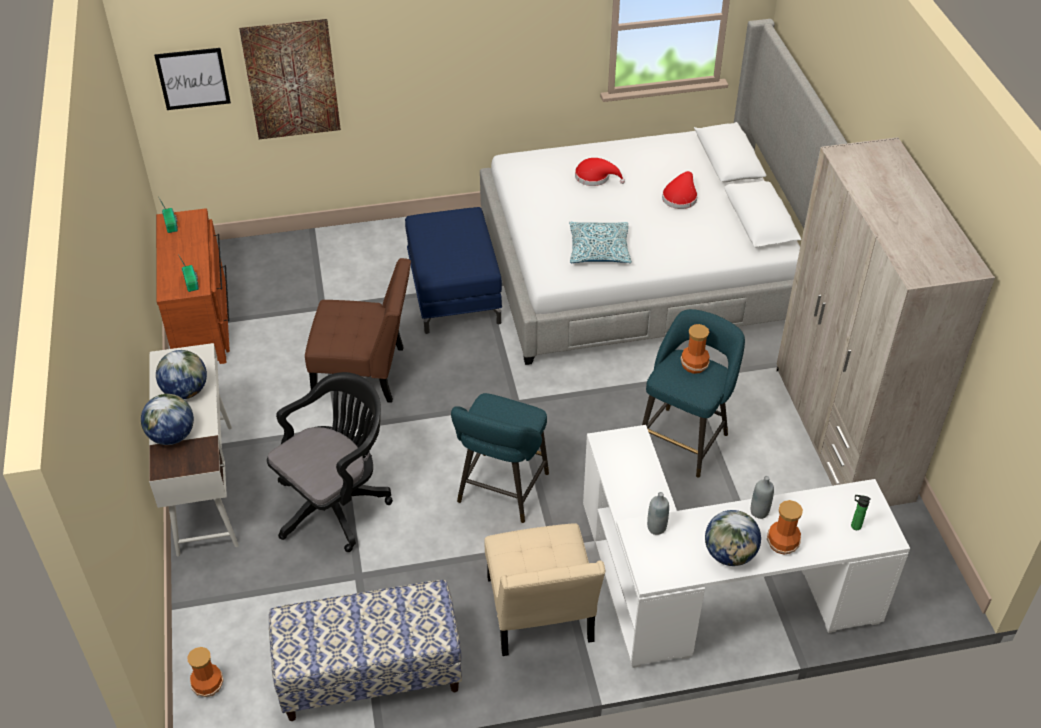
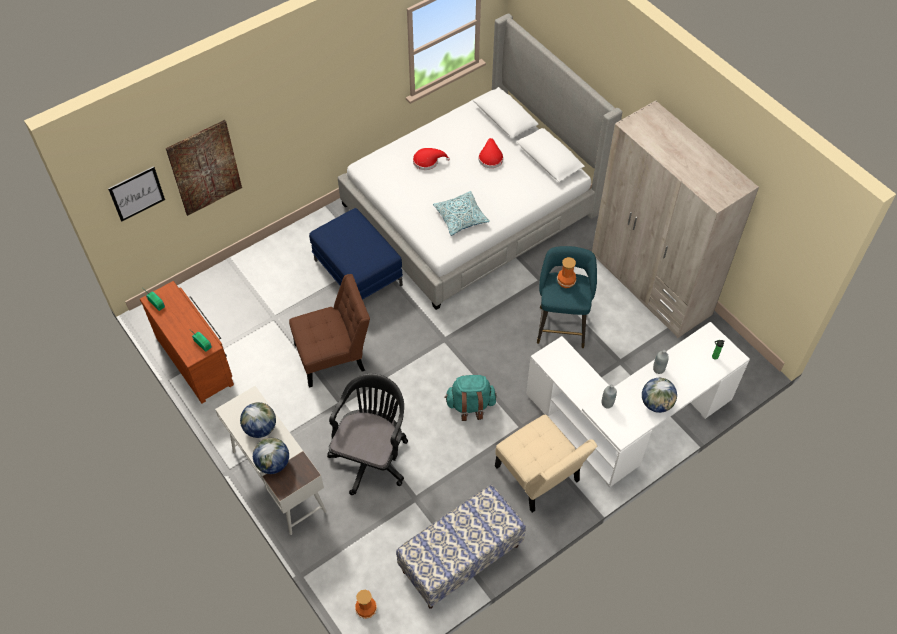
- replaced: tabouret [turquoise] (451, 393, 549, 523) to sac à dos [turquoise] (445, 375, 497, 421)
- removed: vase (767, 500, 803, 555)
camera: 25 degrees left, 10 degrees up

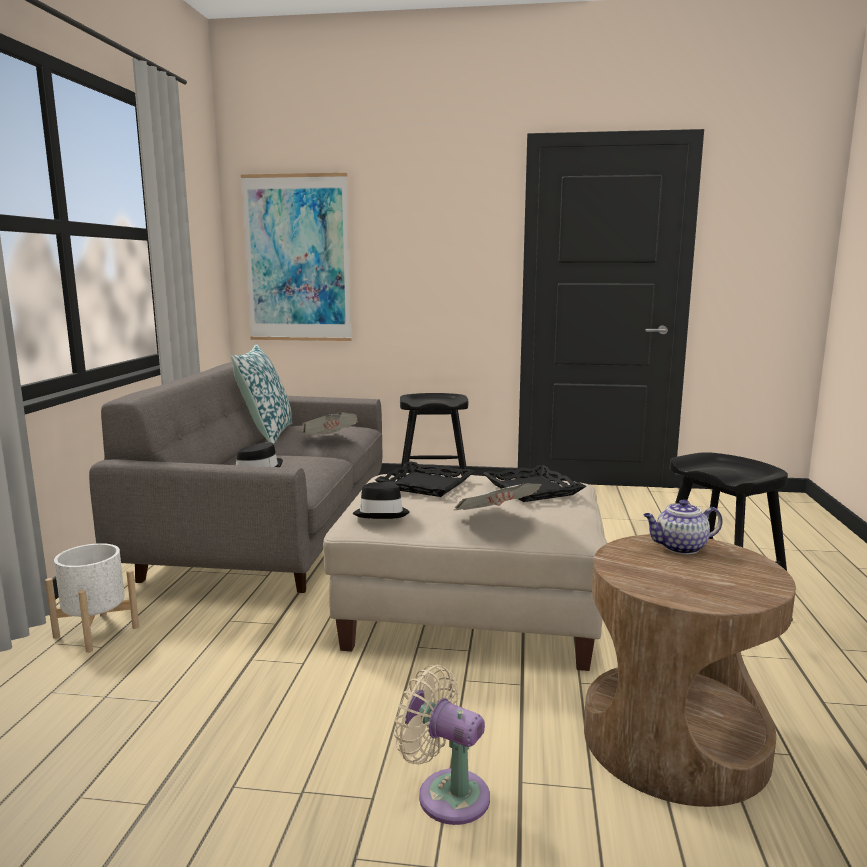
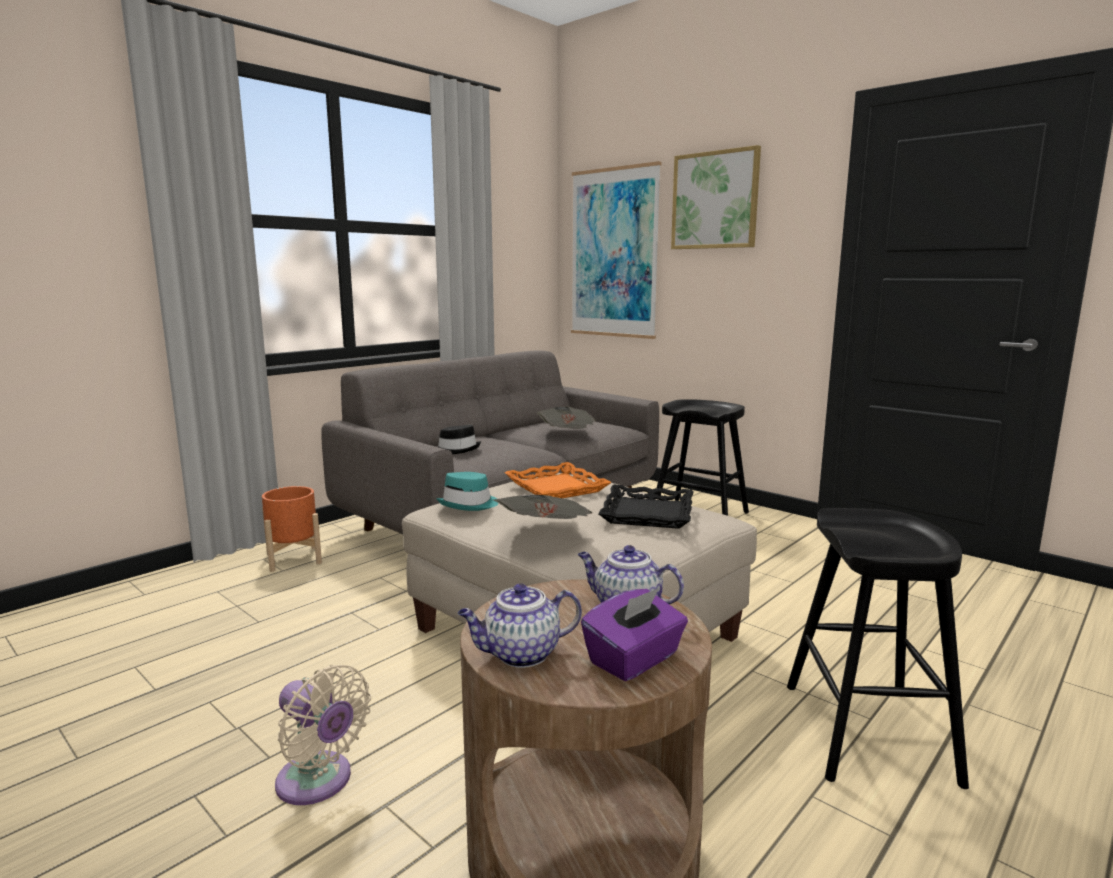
- recoloured: cache-pot [blanc] (45, 543, 139, 653) to cache-pot [orange] (262, 486, 322, 572)
- turned: ventilateur [beige] (394, 665, 490, 825) = (275, 665, 371, 805) 150 degrees clockwise
- recoloured: chapeau [noir] (352, 482, 410, 519) to chapeau [turquoise] (436, 472, 499, 511)
- added: théière (458, 584, 582, 668)
- recoloured: plateau [noir] (375, 461, 475, 497) to plateau [orange] (504, 462, 612, 498)
- added: boîte à mouchoirs [violet] (581, 587, 688, 681)
- added: tableau (671, 145, 761, 249)
- removed: coussin (231, 344, 292, 445)
camera: 35 degrees right, 0 degrees up

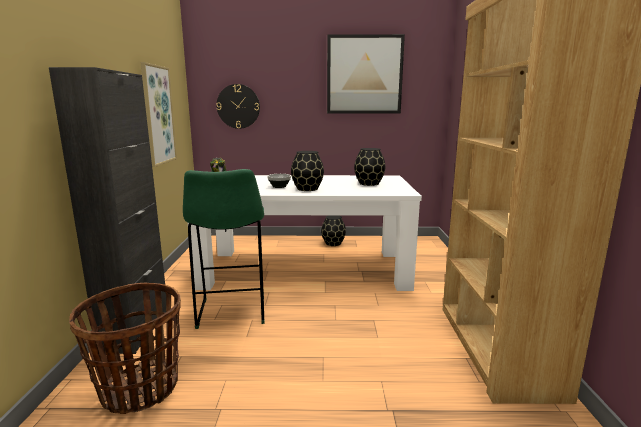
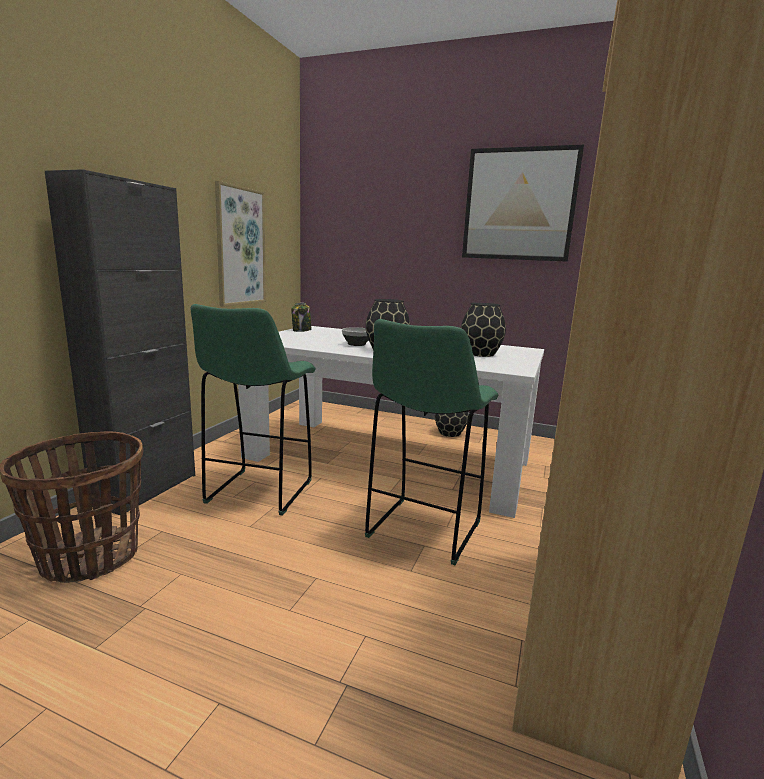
- added: tabouret [vert] (365, 319, 499, 565)
- removed: horloge murale (216, 84, 260, 129)
camera: 20 degrees right, 0 degrees up

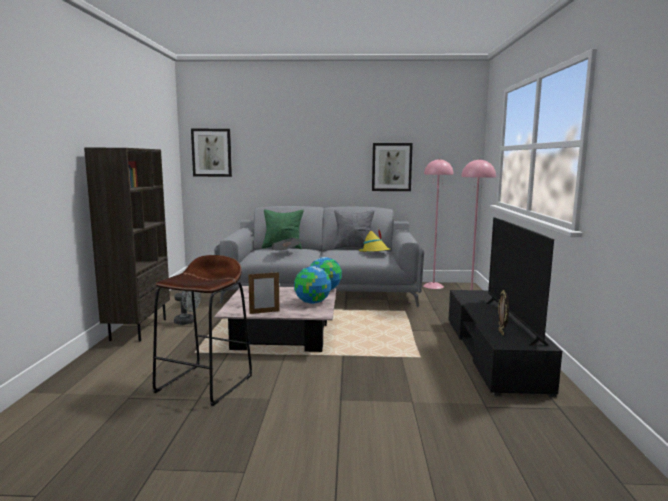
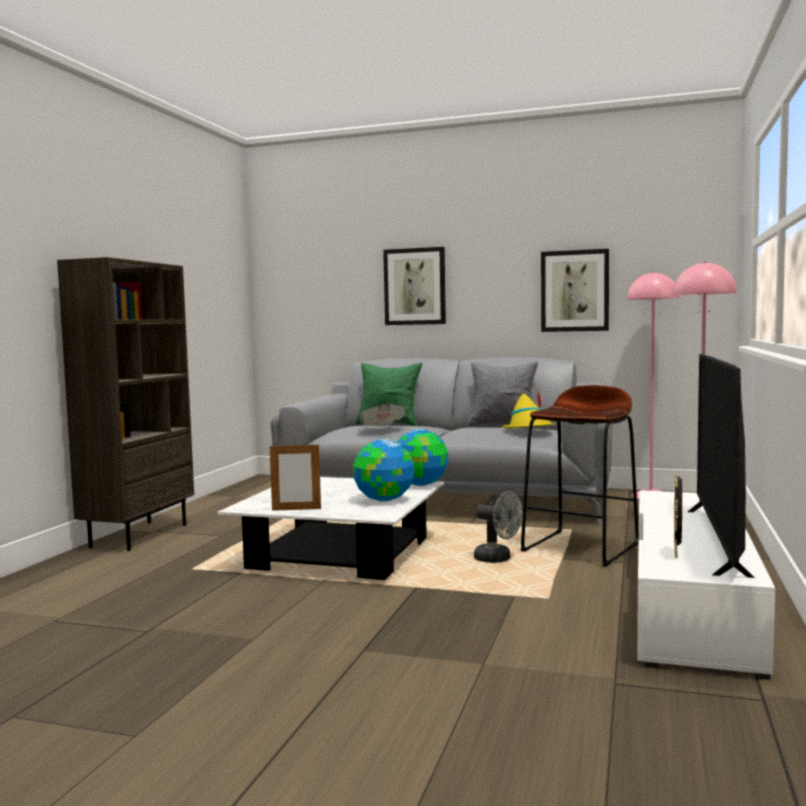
- recoloured: table basse [rose] (214, 286, 337, 352) to table basse [blanc] (217, 477, 444, 580)
- moved: tableau (191, 129, 232, 177) to (383, 247, 446, 325)
- moved: ventilateur [gris] (174, 291, 201, 325) to (474, 491, 522, 563)
- moved: tabouret [marron] (153, 255, 252, 406) to (521, 385, 639, 567)
- recoloured: meuble télé [noir] (448, 290, 562, 397) to meuble télé [blanc] (637, 491, 775, 680)
camera: 15 degrees right, 5 degrees down

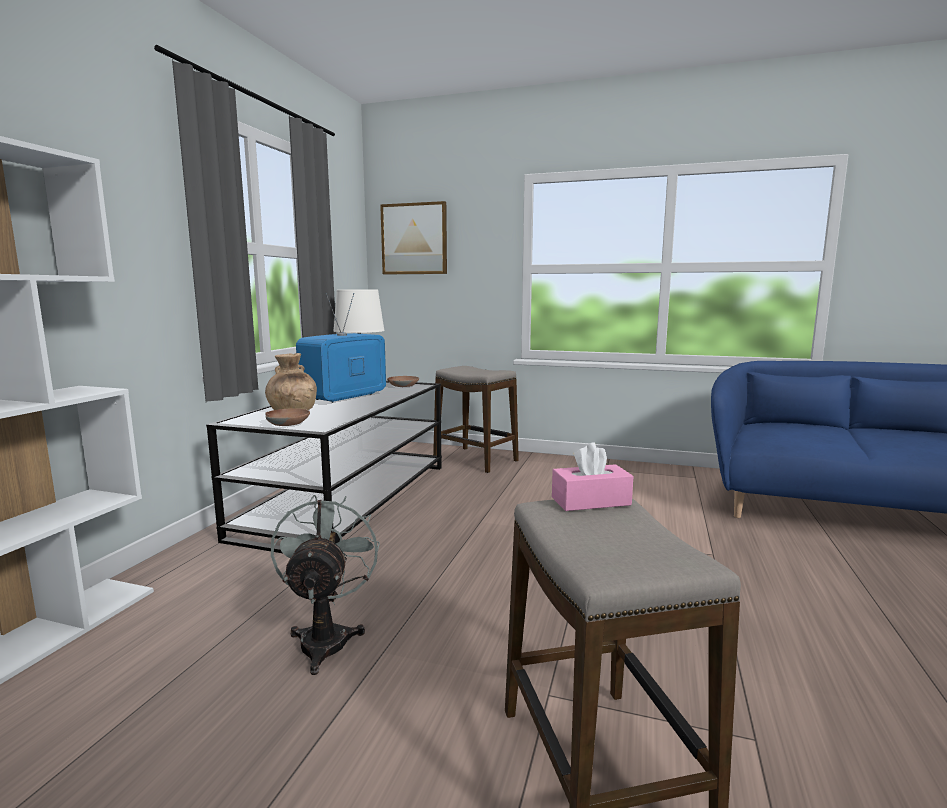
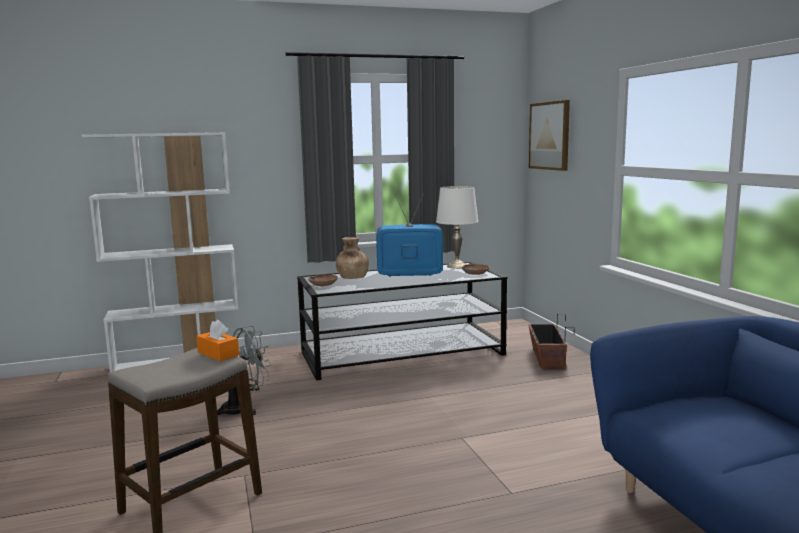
- recoloured: boîte à mouchoirs [rose] (552, 442, 633, 511) to boîte à mouchoirs [orange] (196, 320, 239, 361)
- replaced: tabouret (433, 366, 519, 473) to cache-pot (528, 314, 575, 369)
camera: 55 degrees right, 0 degrees up

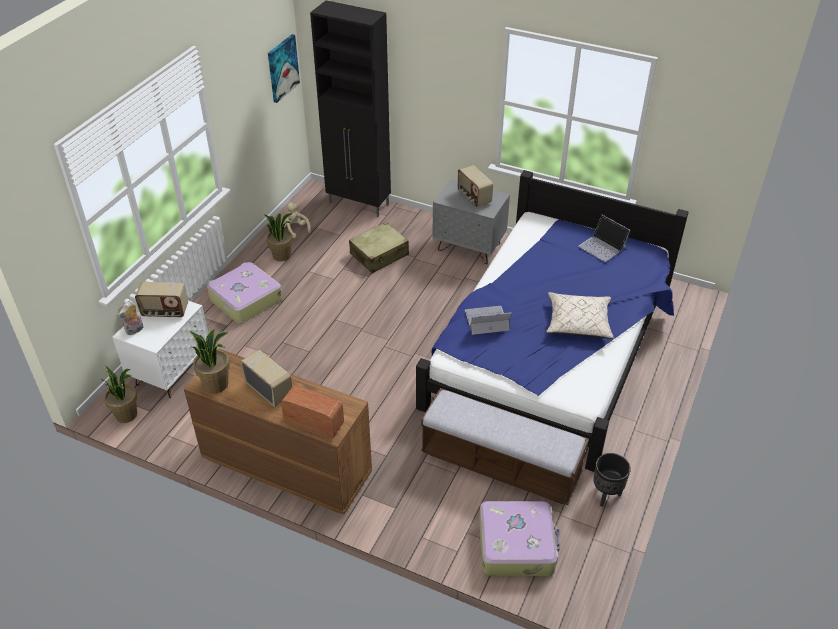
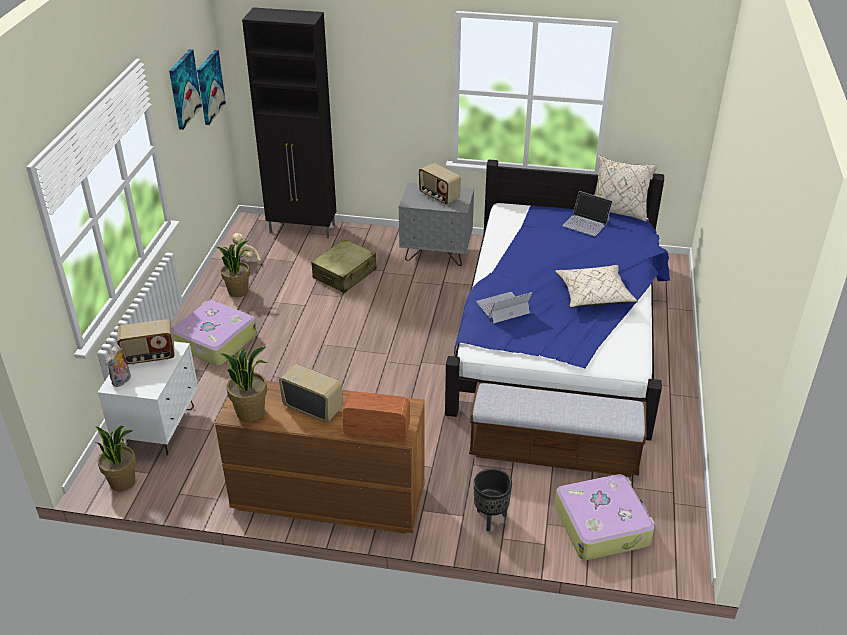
- added: tableau (169, 49, 202, 130)
- moved: cache-pot [noir] (593, 453, 631, 507) to (474, 469, 512, 531)
- added: coussin [beige] (594, 155, 658, 222)
camera: 15 degrees left, 5 degrees down

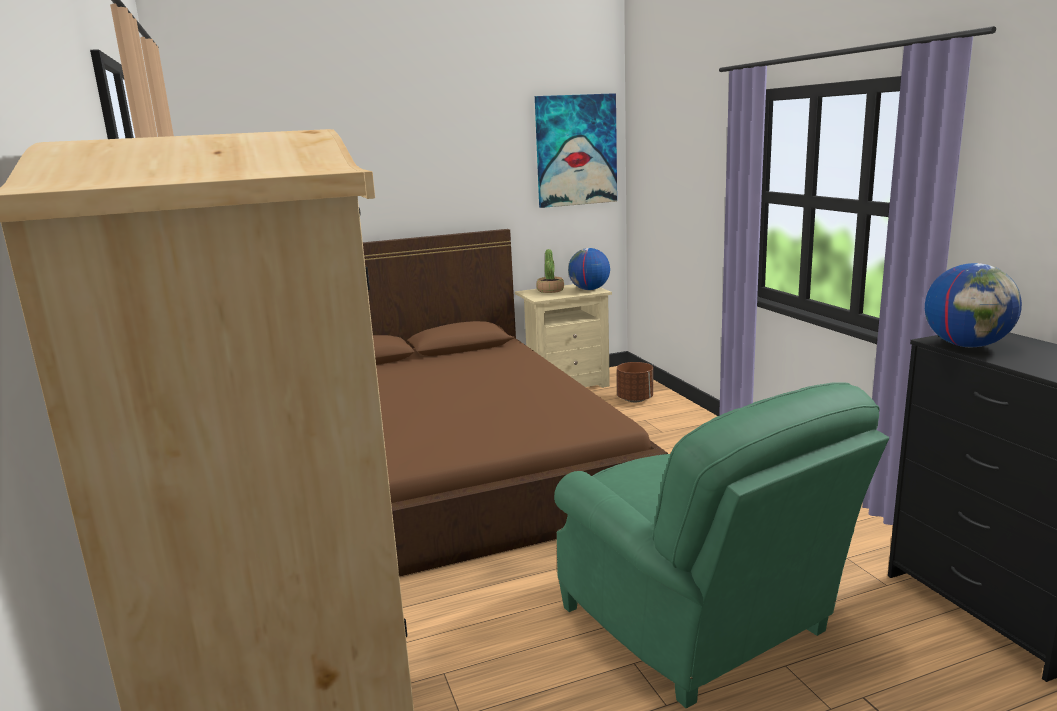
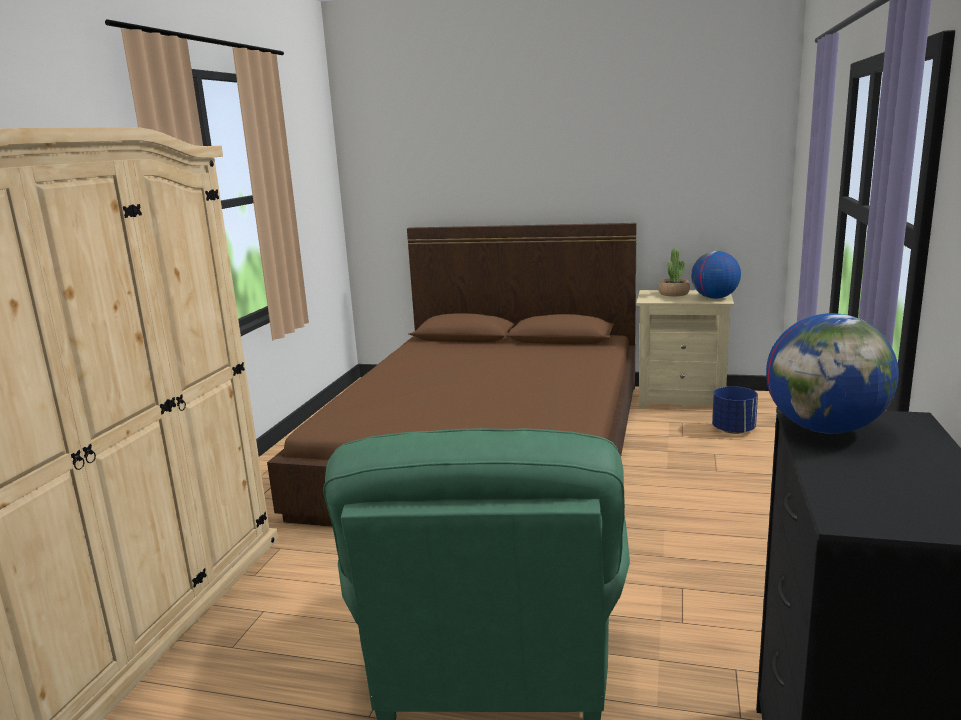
- recoloured: cache-pot [marron] (617, 362, 653, 402) to cache-pot [bleu] (712, 386, 758, 434)
- removed: tableau (535, 93, 617, 208)
camera: 35 degrees right, 0 degrees up

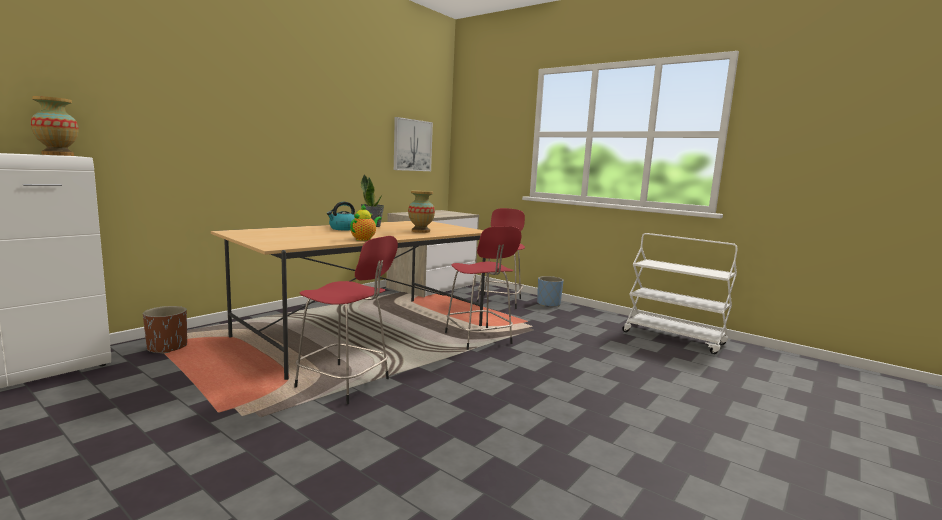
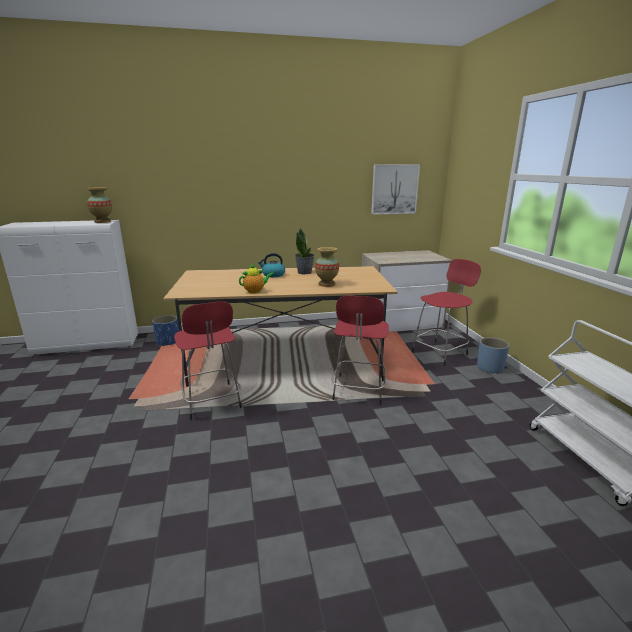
- recoloured: cache-pot [marron] (143, 306, 187, 354) to cache-pot [bleu] (152, 315, 179, 346)
camera: 40 degrees right, 10 degrees up

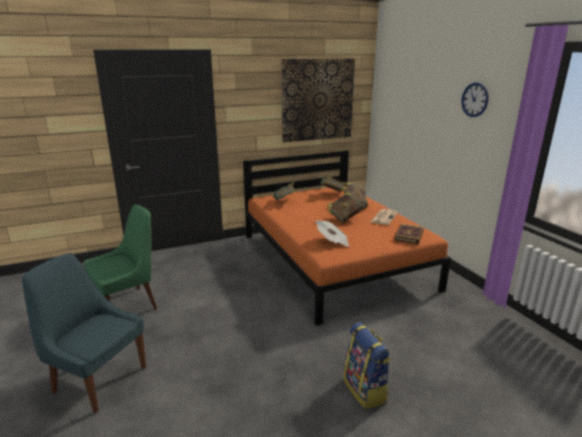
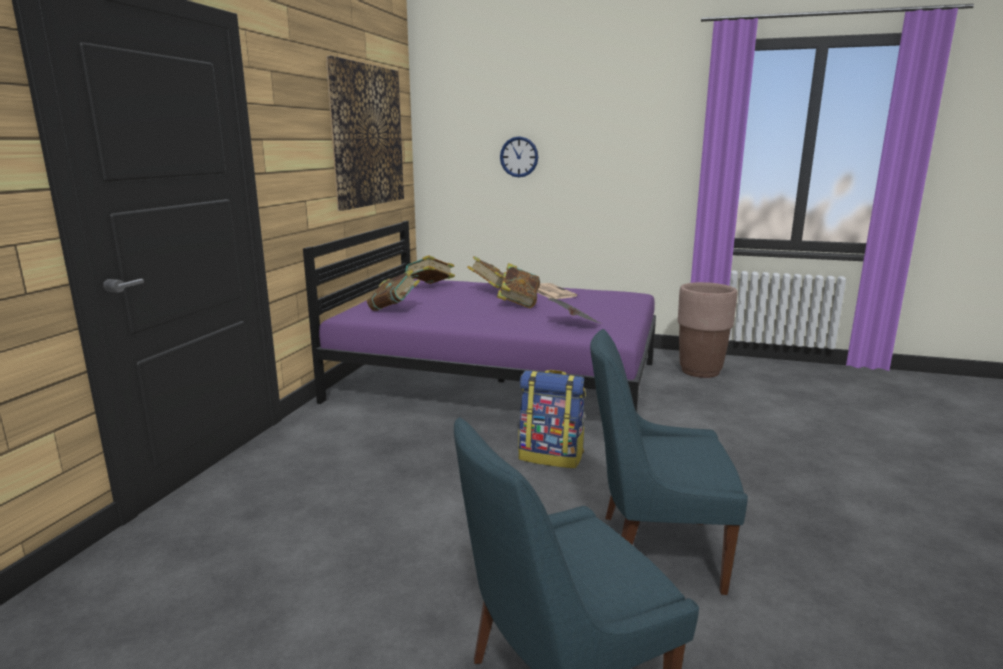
- recoloured: lit [orange] (243, 150, 451, 326) to lit [violet] (303, 221, 656, 412)
- moved: horloge murale (461, 83, 488, 117) to (500, 136, 538, 177)
- moved: sac à dos (343, 322, 391, 409) to (518, 370, 586, 468)
- added: chaise [bleu] (590, 329, 748, 595)
- added: cache-pot [marron] (678, 282, 737, 378)
- removed: chaise [vert] (84, 204, 157, 309)
- removed: livre (394, 224, 424, 245)
camera: 50 degrees left, 5 degrees down

